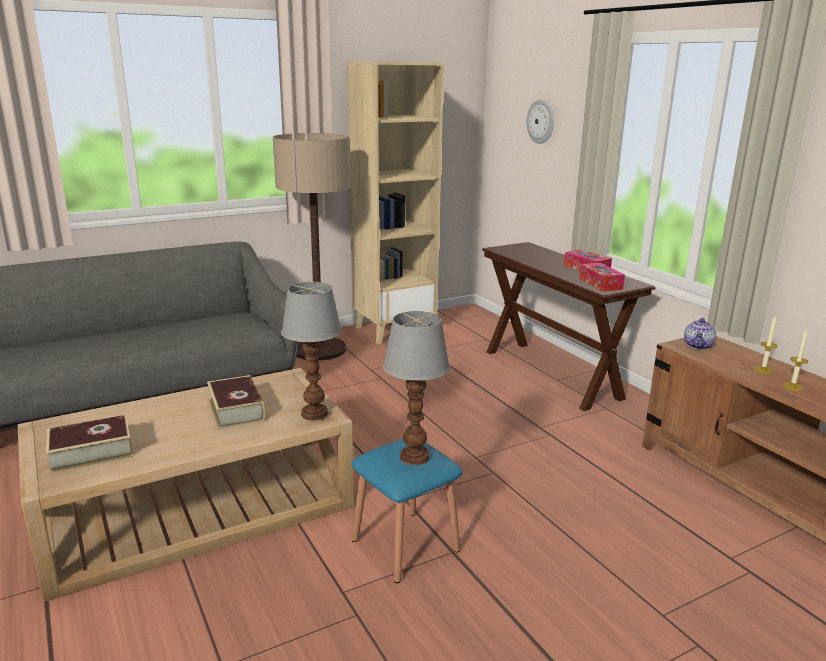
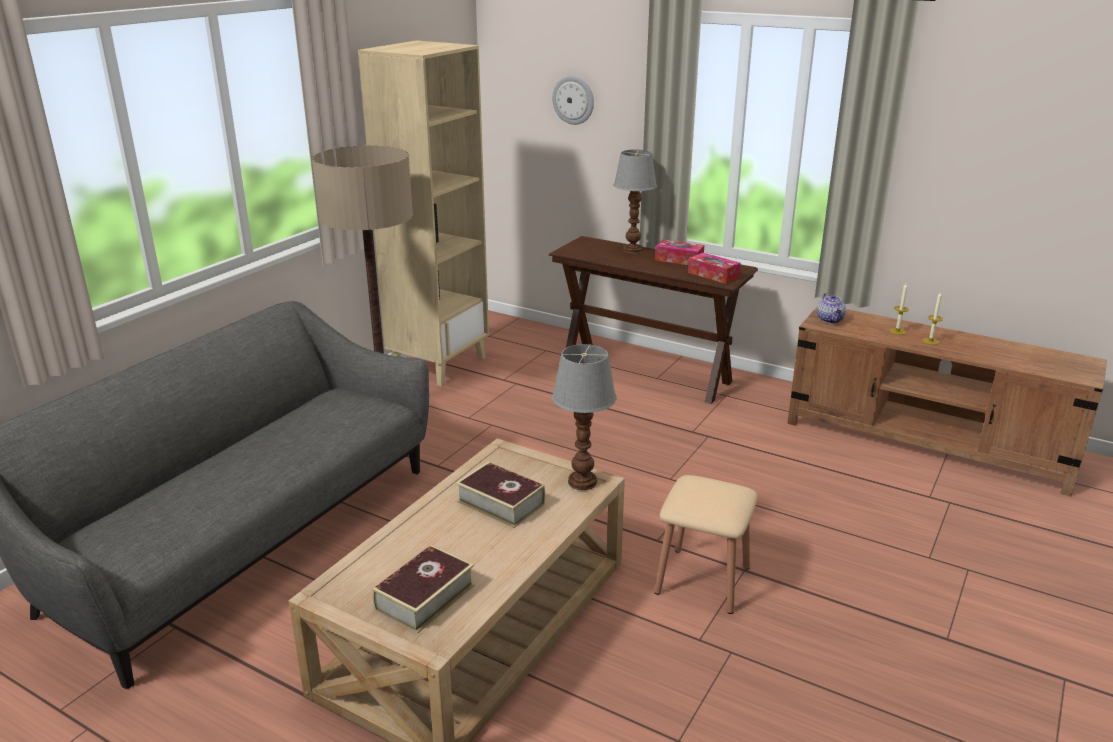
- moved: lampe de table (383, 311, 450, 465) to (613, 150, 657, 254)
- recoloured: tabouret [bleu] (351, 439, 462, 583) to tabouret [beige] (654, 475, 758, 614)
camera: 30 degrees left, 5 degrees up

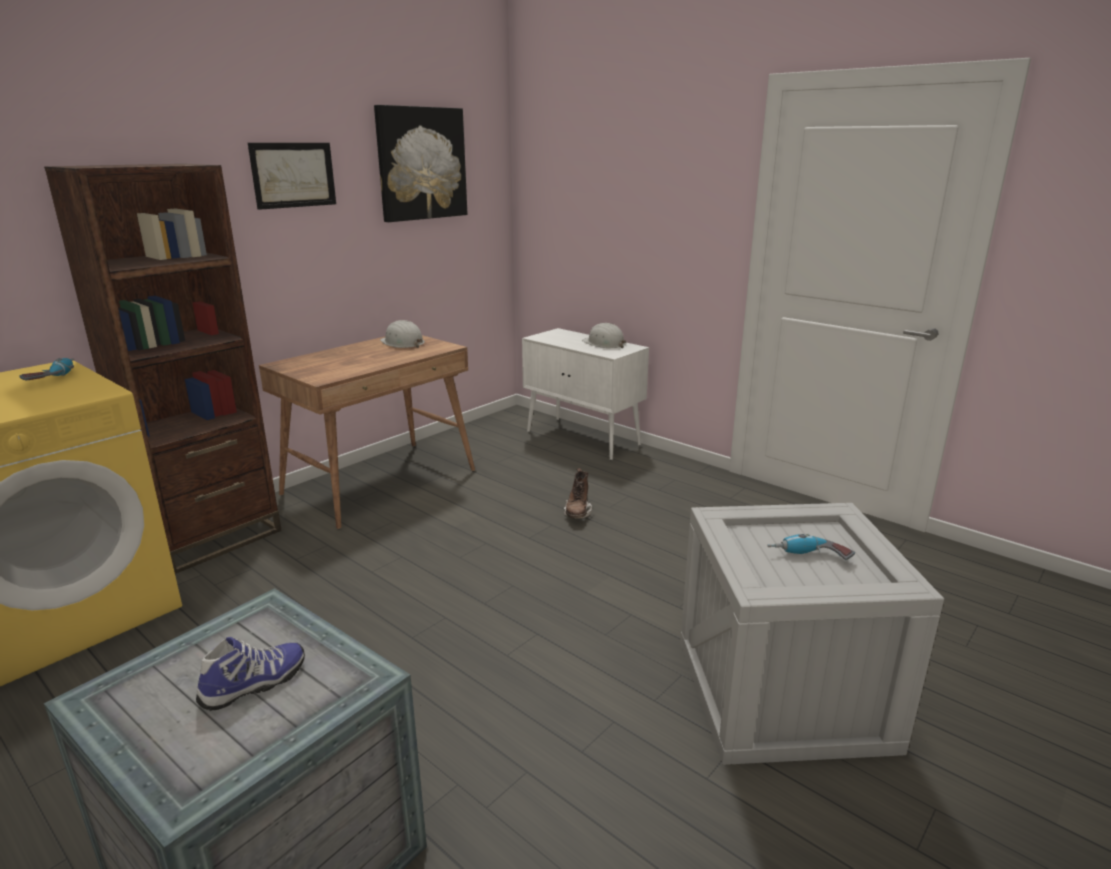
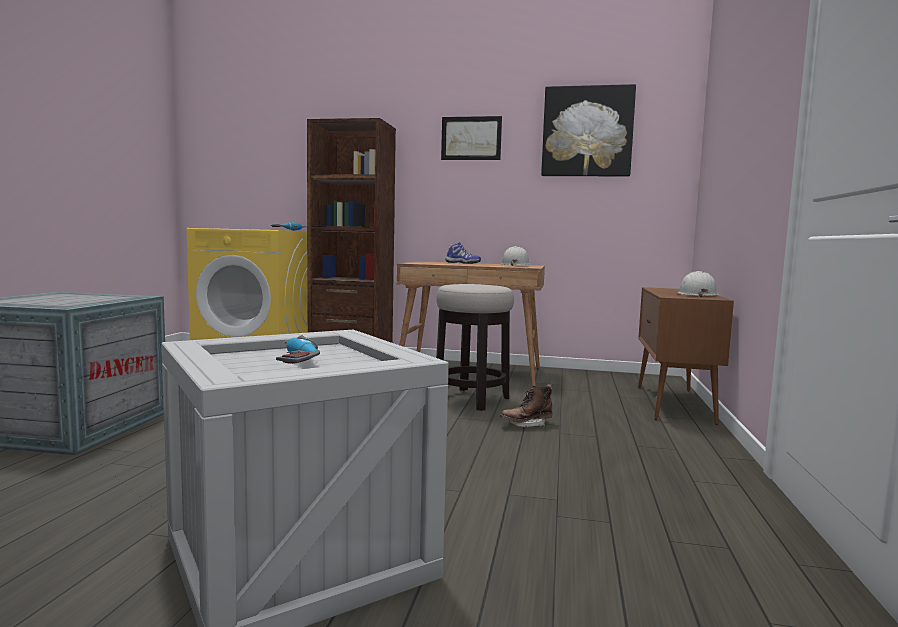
- added: tabouret (436, 284, 514, 411)
- moved: chaussure (196, 637, 305, 711) to (445, 242, 481, 264)
- recoloured: meuble de rangement [blanc] (522, 328, 649, 460) to meuble de rangement [marron] (638, 287, 734, 425)
camera: 60 degrees right, 15 degrees down

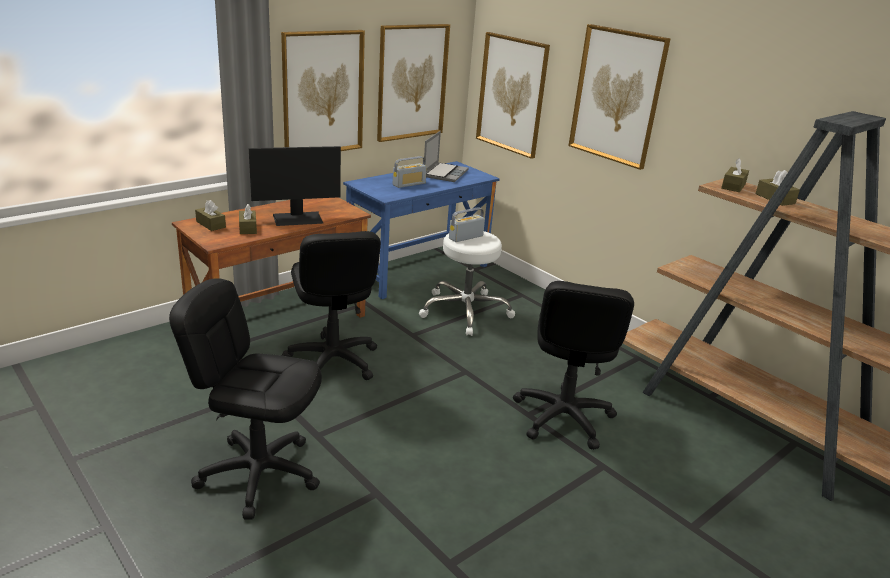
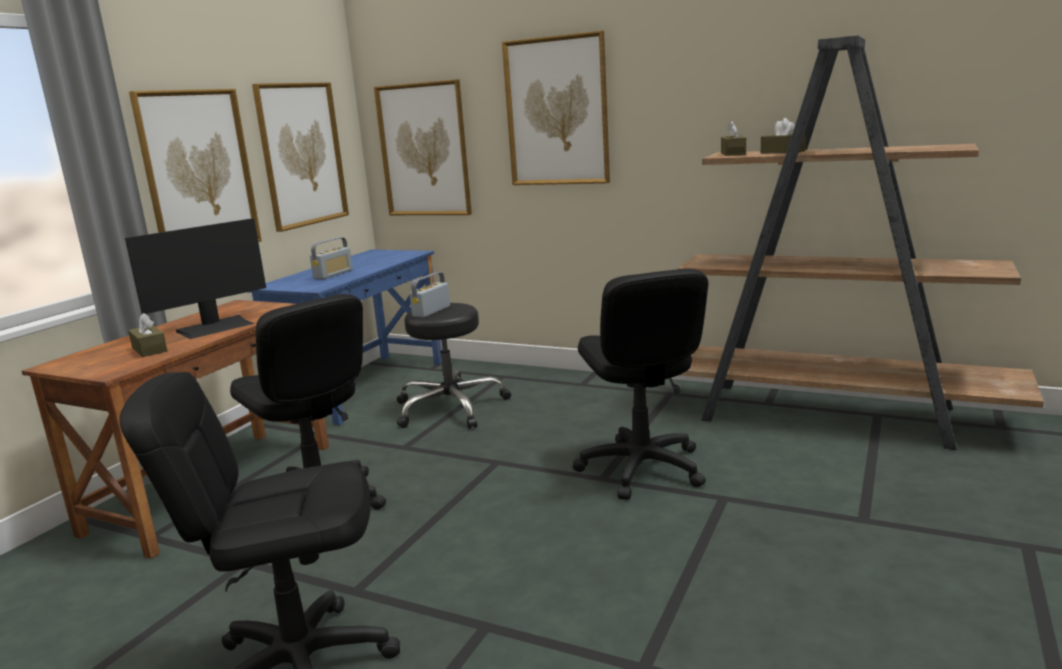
- recoloured: tabouret [blanc] (419, 231, 515, 336) to tabouret [noir] (397, 303, 511, 429)
- removed: boîte à mouchoirs [marron] (195, 200, 226, 231)
- removed: ordinateur portable (424, 131, 469, 182)
camera: 20 degrees left, 10 degrees down

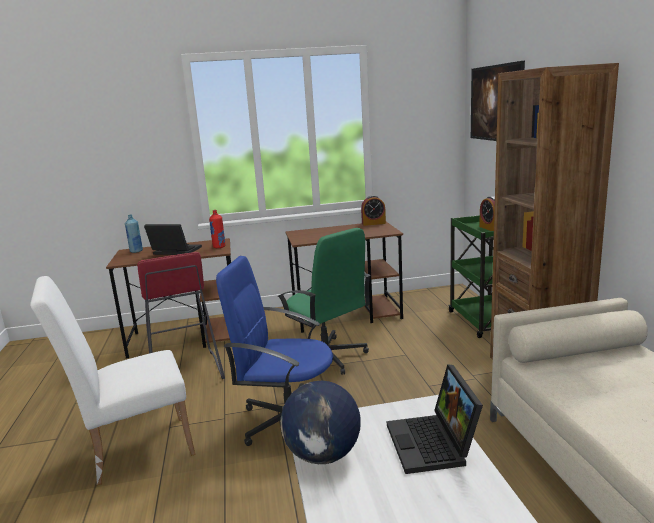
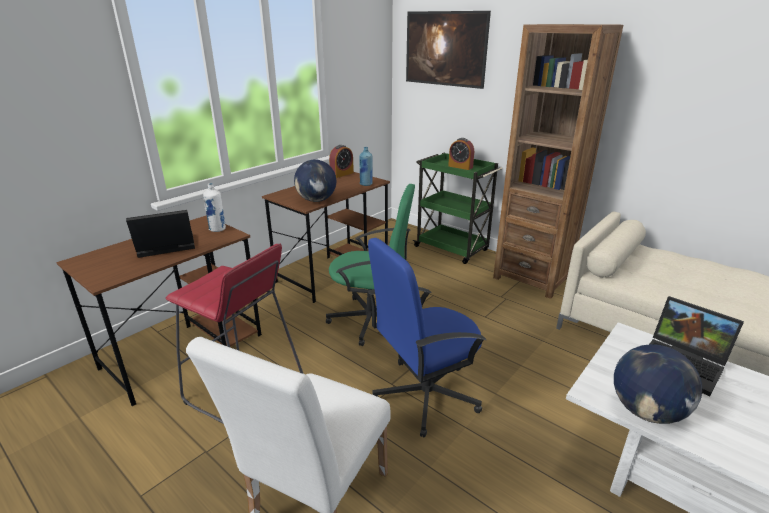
- recoloured: bouteille [rouge] (209, 210, 225, 248) to bouteille [blanc] (203, 183, 226, 232)
- added: globe (294, 160, 336, 202)
- moved: bouteille [bleu] (125, 214, 143, 253) to (359, 147, 372, 186)
camera: 40 degrees left, 10 degrees up

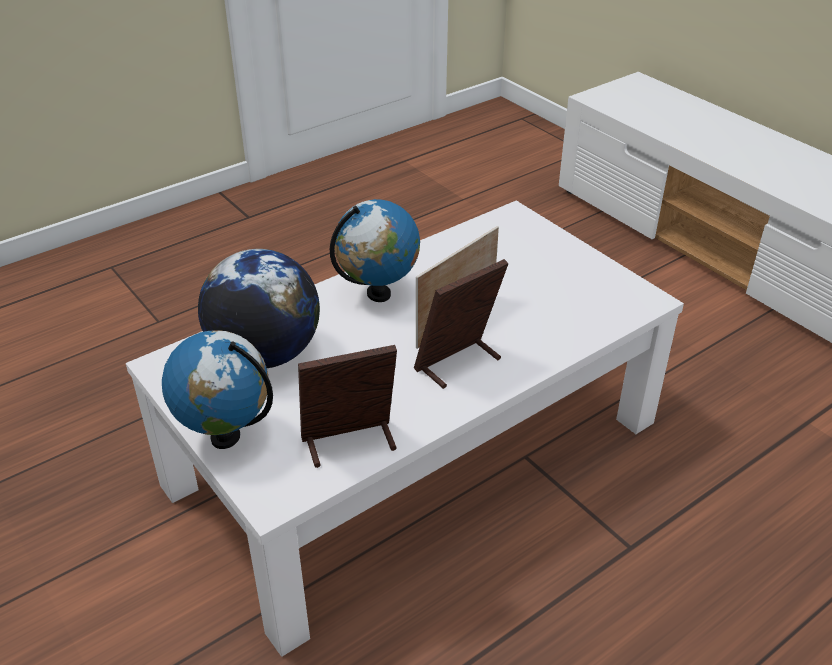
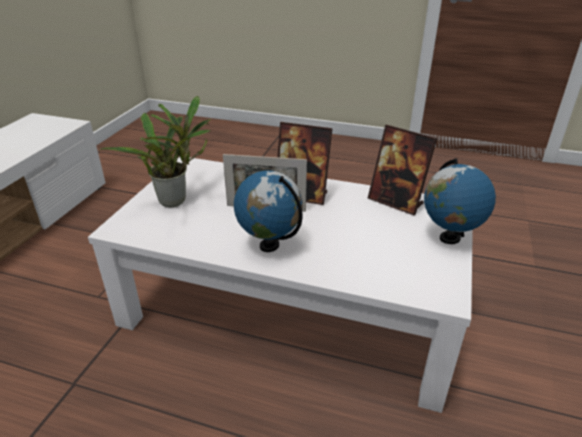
- added: plante en pot (99, 96, 211, 208)
- removed: globe (198, 249, 320, 368)
camera: 125 degrees left, 5 degrees down

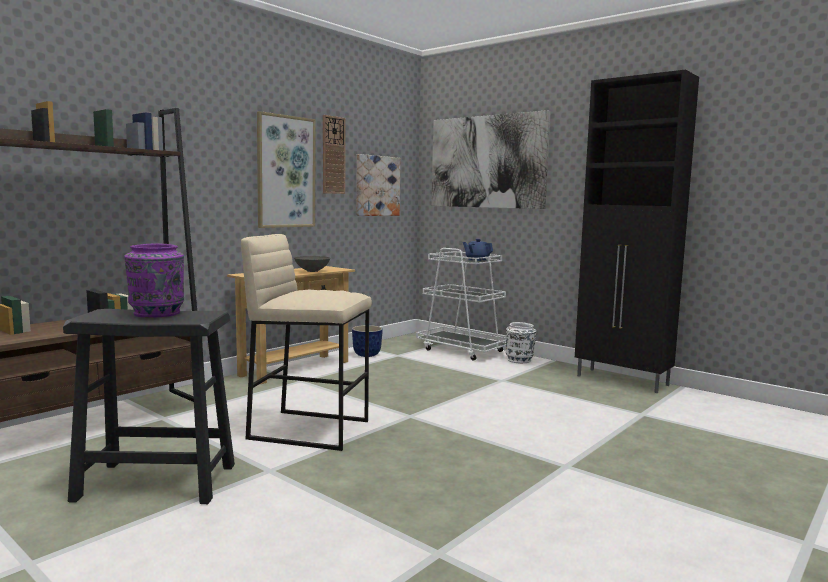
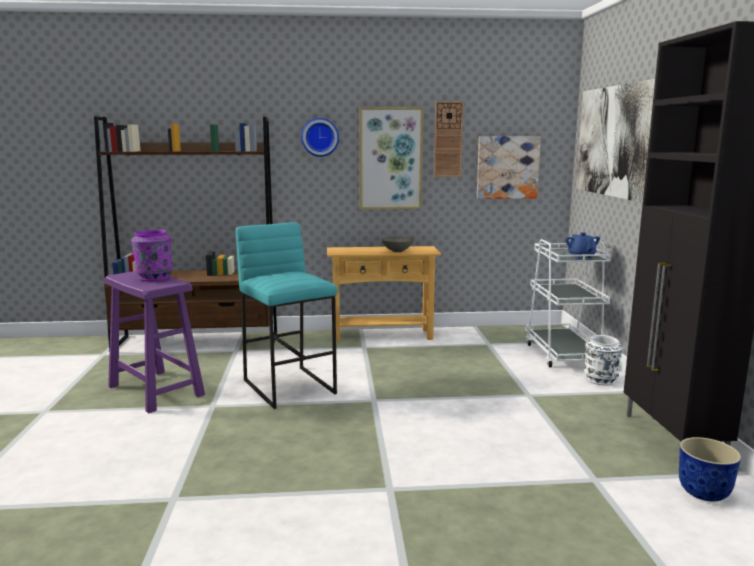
- recoloured: tabouret [noir] (63, 309, 235, 504) to tabouret [violet] (104, 271, 205, 413)
- recoloured: tabouret [beige] (241, 234, 372, 451) to tabouret [turquoise] (236, 222, 337, 409)
- added: horloge murale (301, 118, 339, 157)
- moved: cache-pot (352, 325, 383, 357) to (679, 437, 741, 501)
camera: 45 degrees right, 5 degrees up

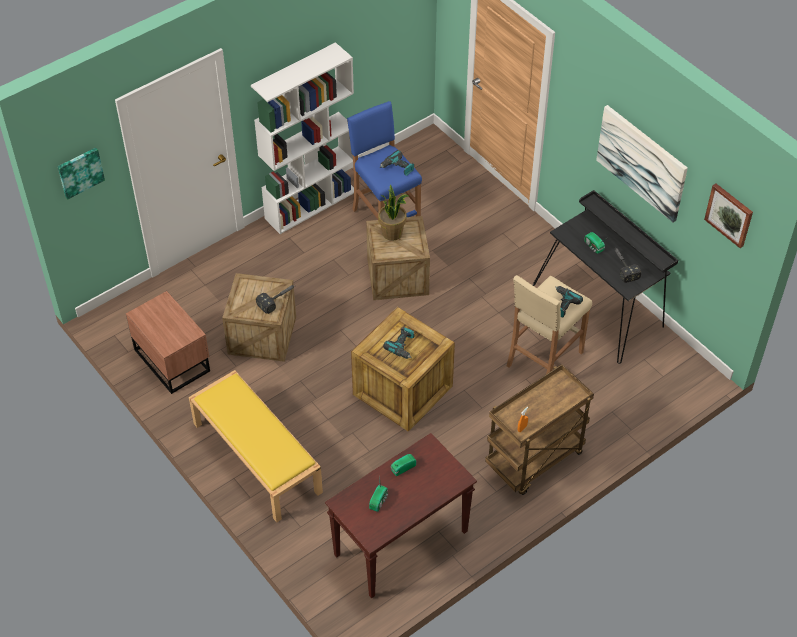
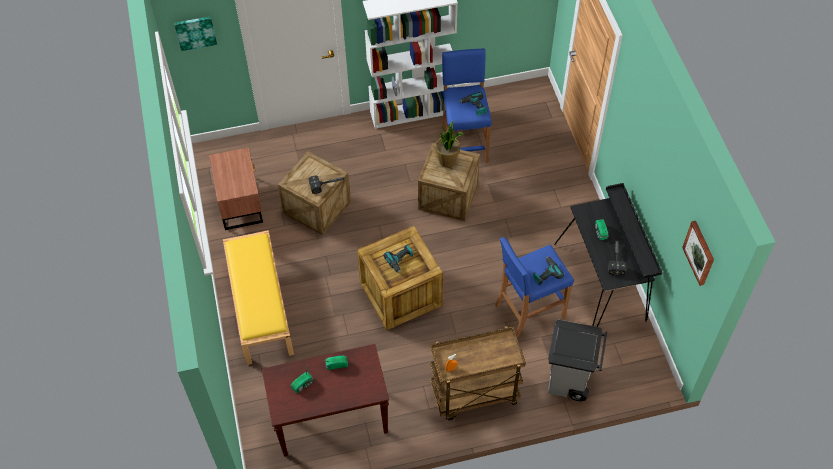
- recoloured: tabouret [beige] (507, 275, 592, 374) to tabouret [bleu] (495, 237, 574, 338)
- added: poubelle [gris] (548, 319, 607, 402)
- removed: tableau (596, 105, 688, 223)
camera: 25 degrees right, 5 degrees up

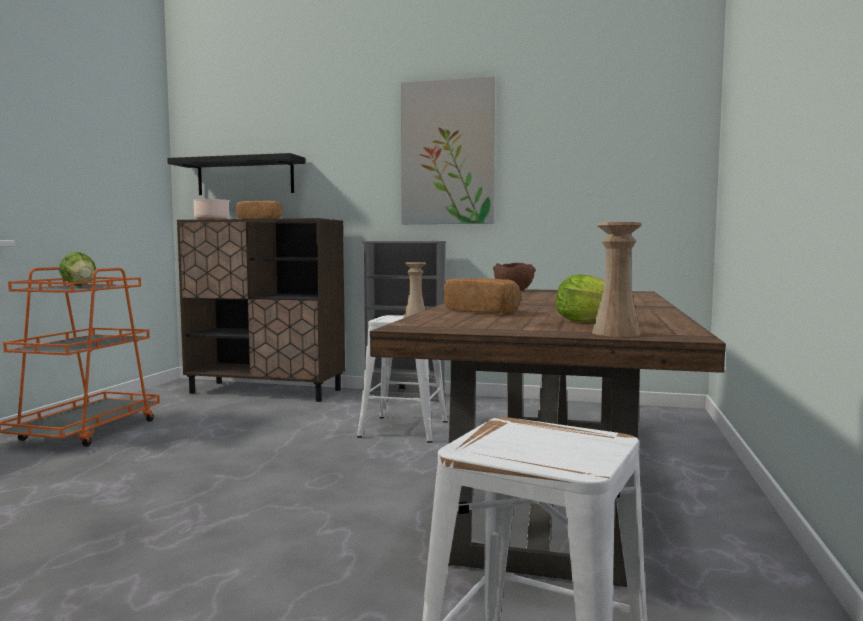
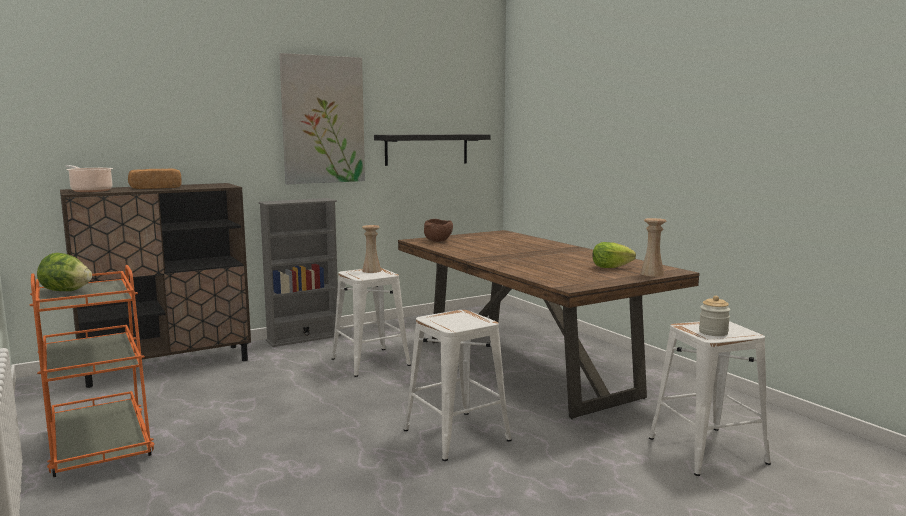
- moved: étagère [noir] (167, 153, 305, 195) to (374, 134, 491, 166)
- added: tabouret [blanc] (403, 310, 512, 461)
- added: bocal (699, 296, 730, 336)
- removed: pain (444, 278, 521, 314)
camera: 45 degrees left, 5 degrees up

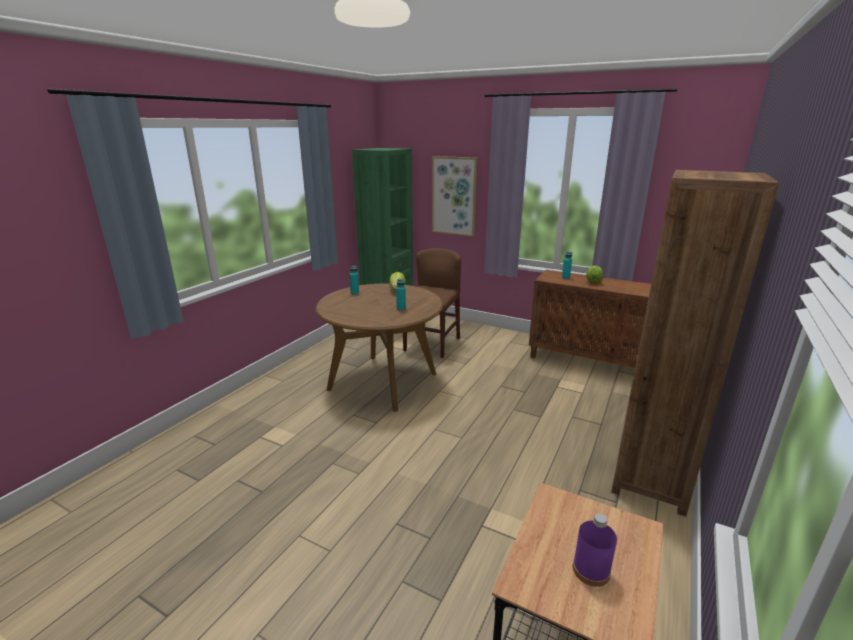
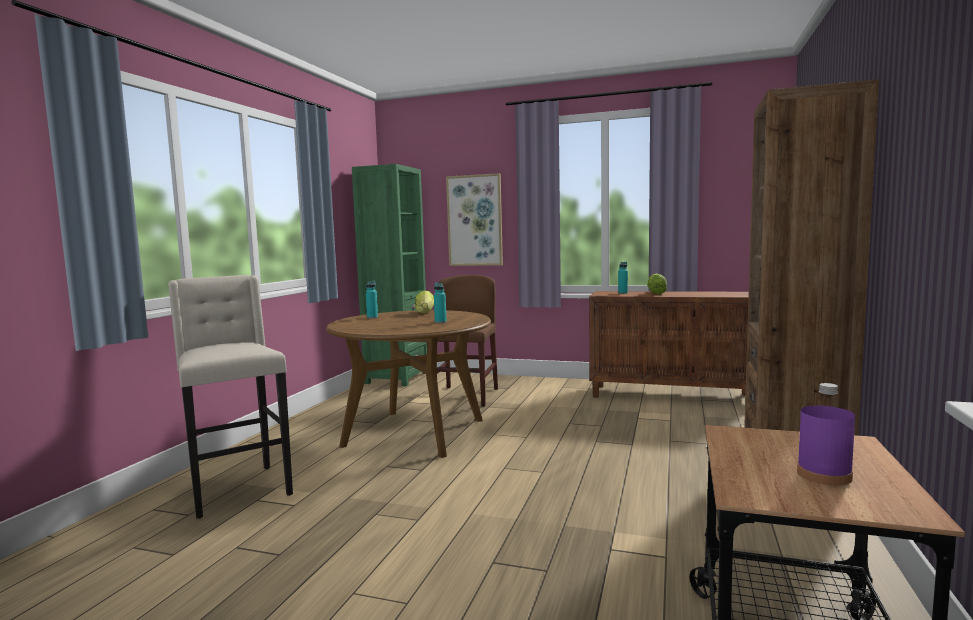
- added: tabouret [beige] (168, 275, 293, 519)
camera: 10 degrees left, 15 degrees down

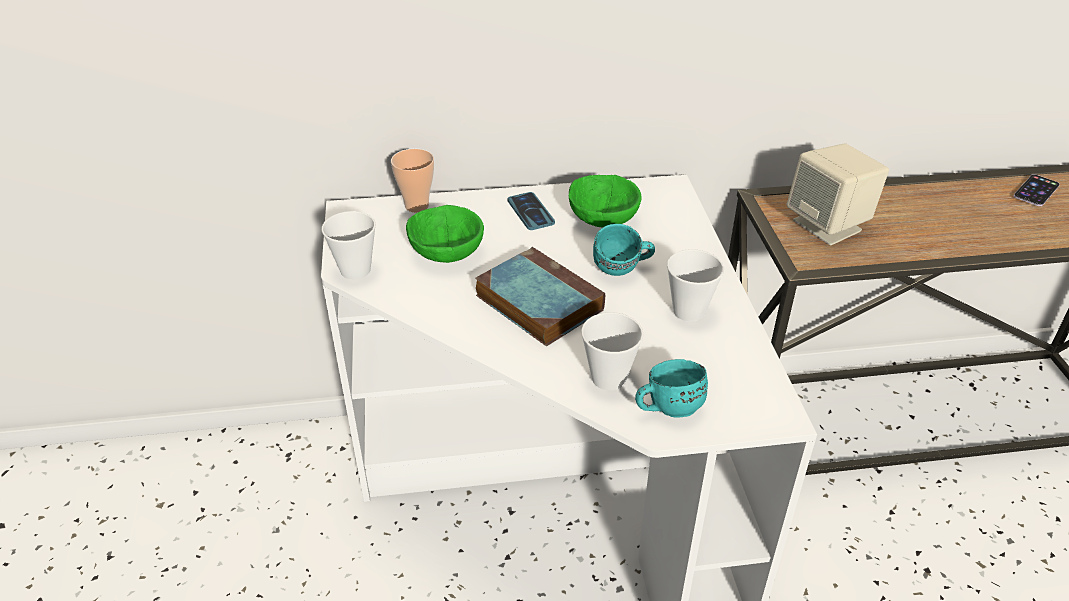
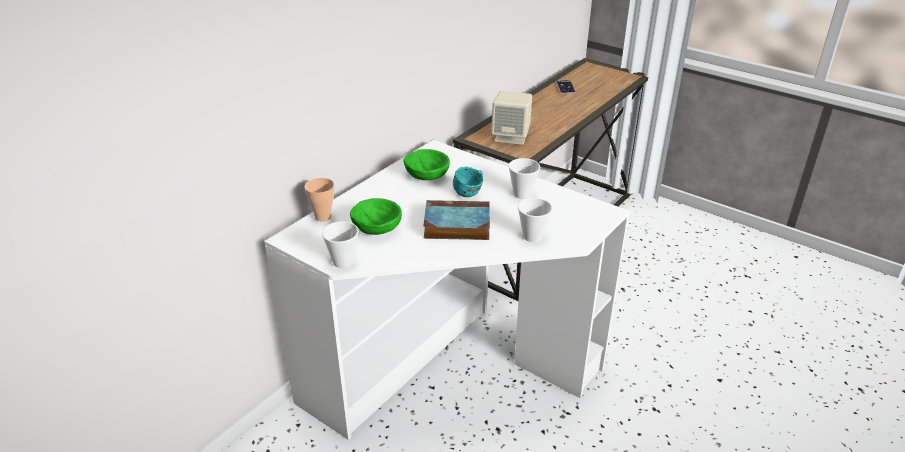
- removed: téléphone (508, 192, 555, 230)
- removed: mug [turquoise] (635, 359, 708, 417)
camera: 45 degrees left, 5 degrees down

